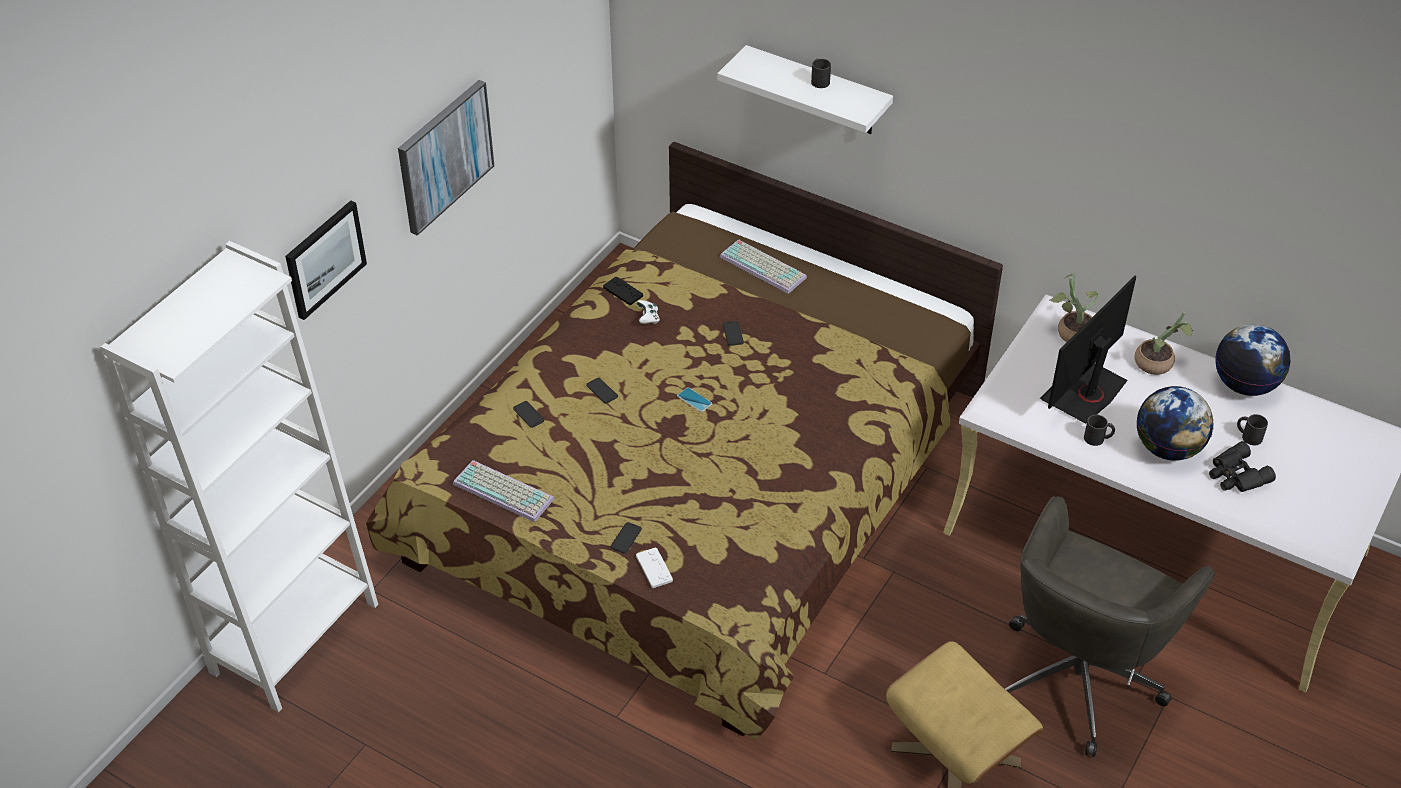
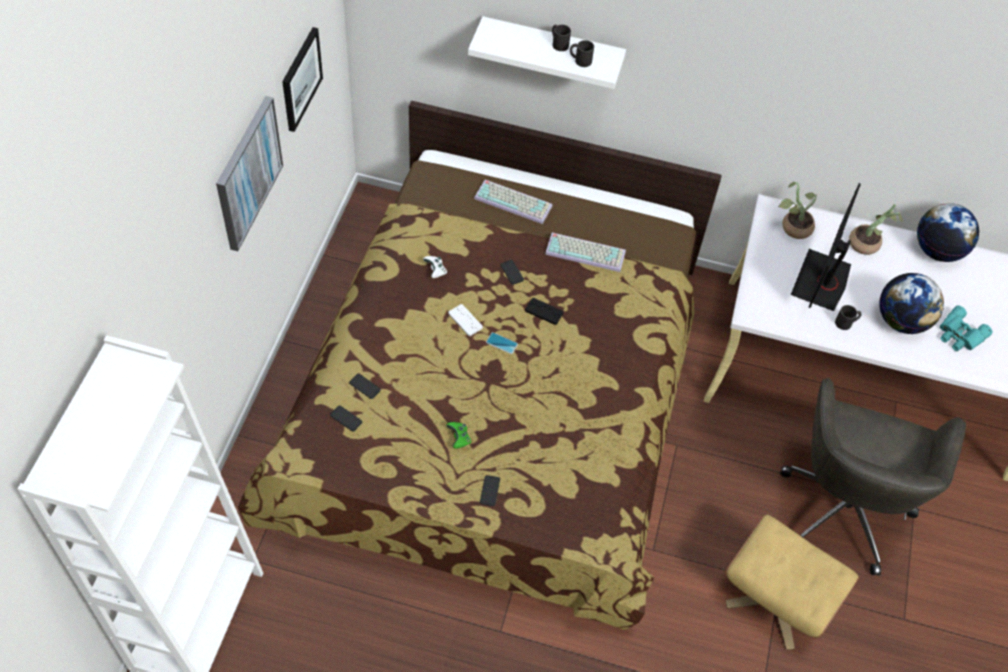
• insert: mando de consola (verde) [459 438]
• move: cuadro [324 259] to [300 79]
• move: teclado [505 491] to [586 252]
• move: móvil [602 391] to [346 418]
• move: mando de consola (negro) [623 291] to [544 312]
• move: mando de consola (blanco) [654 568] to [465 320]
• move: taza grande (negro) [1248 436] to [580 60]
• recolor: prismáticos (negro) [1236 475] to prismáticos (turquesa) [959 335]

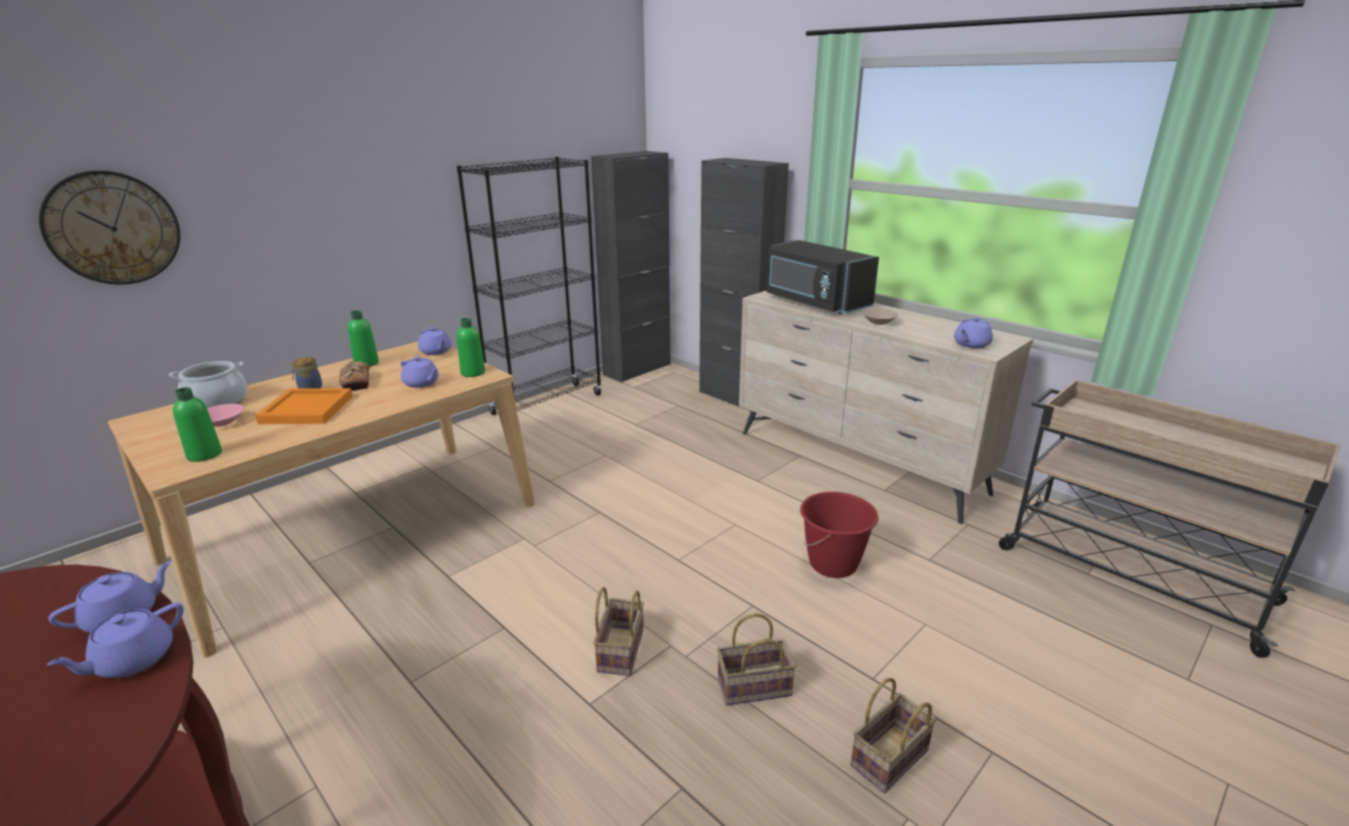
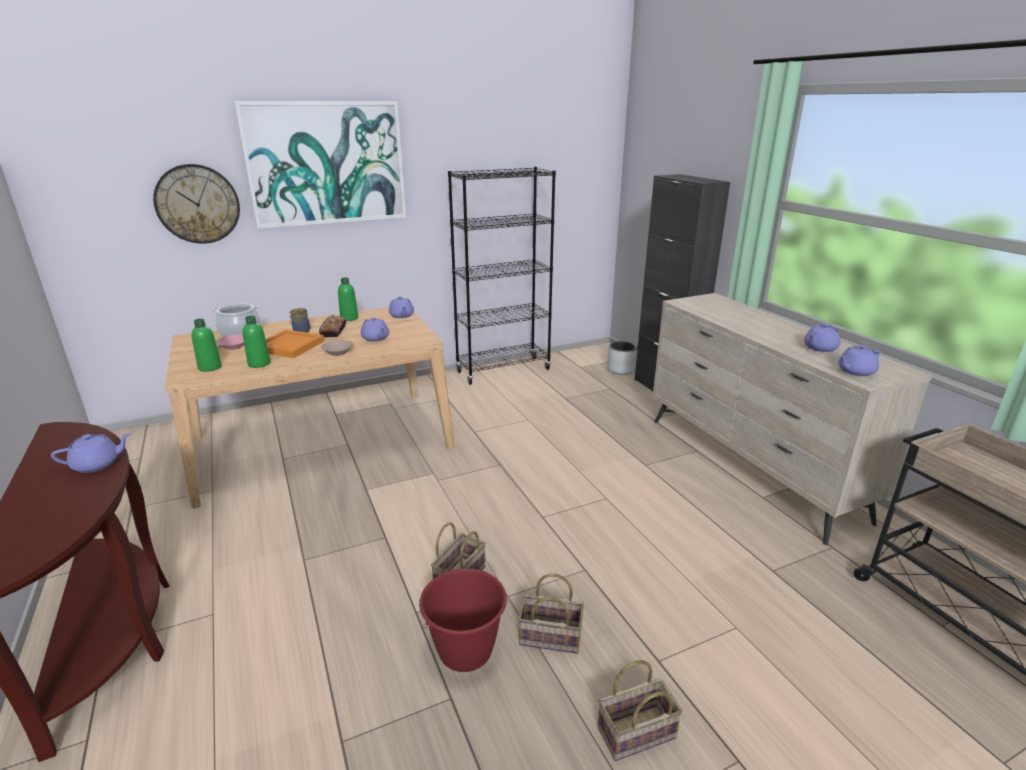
• delete: armario (negro) [637 369]
• delete: microondas (negro) [814 302]
• insert: cuadro [326 163]
• insert: maceta (gris) [621 369]
• move: tetera (morado) [133 661] to [819 348]
• move: botella (verde) [473 373] to [259 364]
• move: cubo (rojo) [833 564] to [465 651]
• move: cuenco (beis) [879 322] to [338 353]

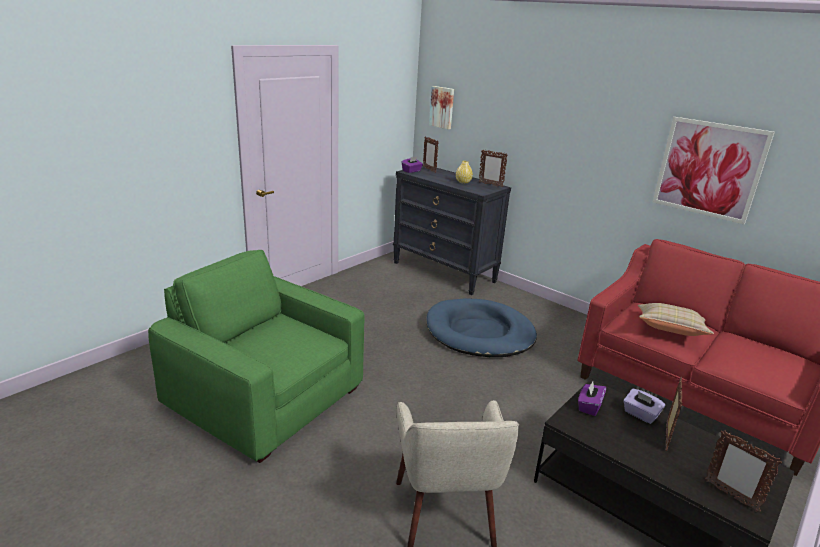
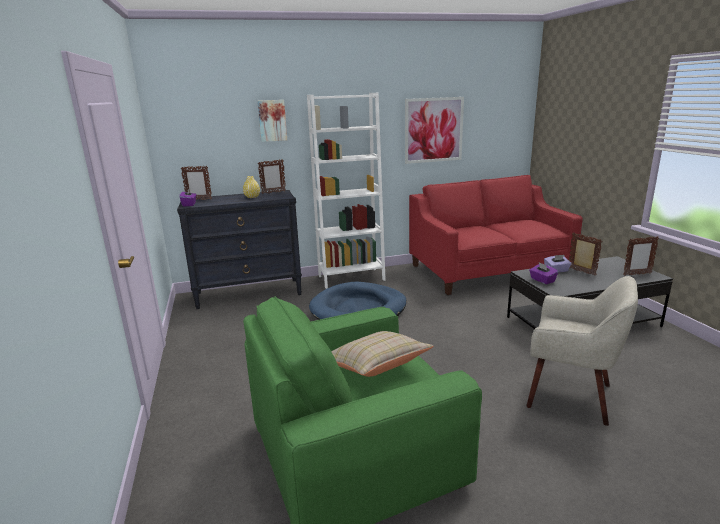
• insert: estantería (blanco) [351 278]
• move: cuadro [442 107] to [272 120]
• move: cojín (beis) [669 330] to [376 367]

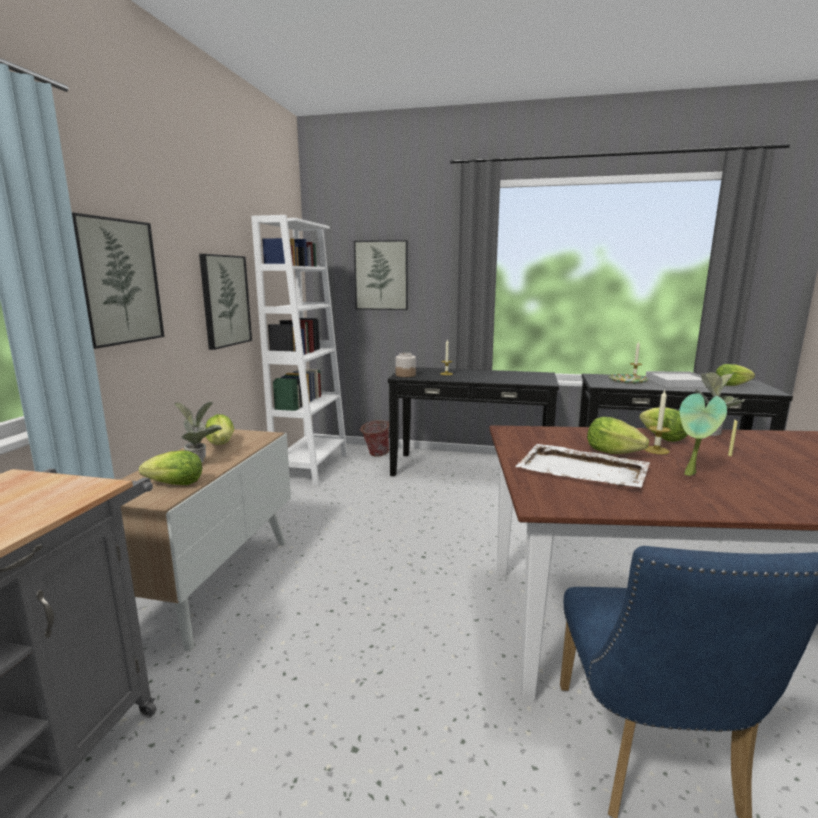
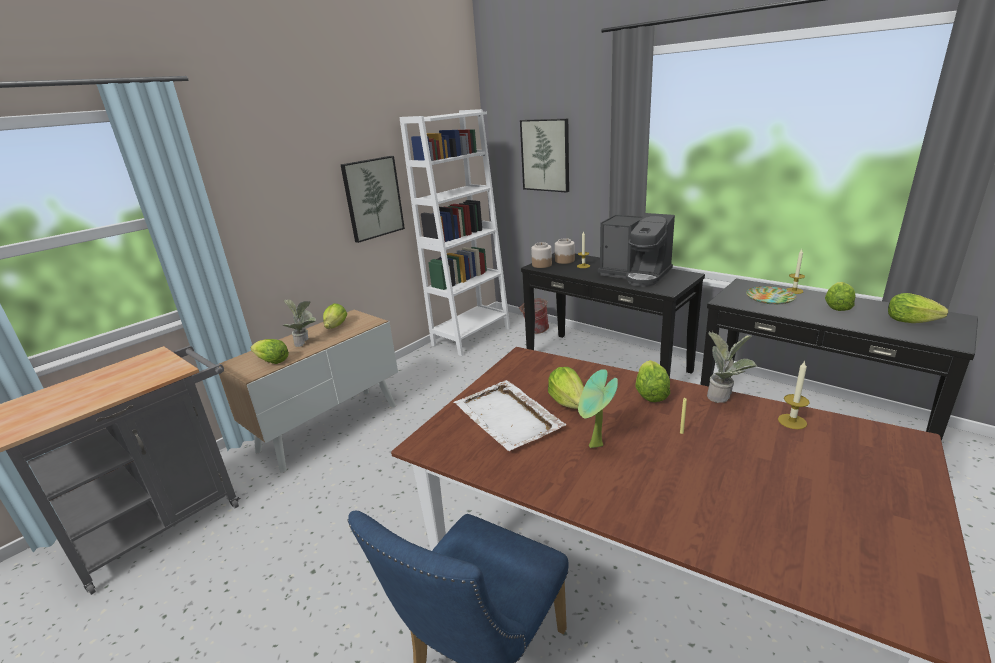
• delete: cuadro [117 282]
• insert: tarro [564 260]
• insert: cafetera [635 275]
• move: vela [656 450] to [792 421]
• replace: bandeja (blanco) [677 382] to lechuga [837 307]

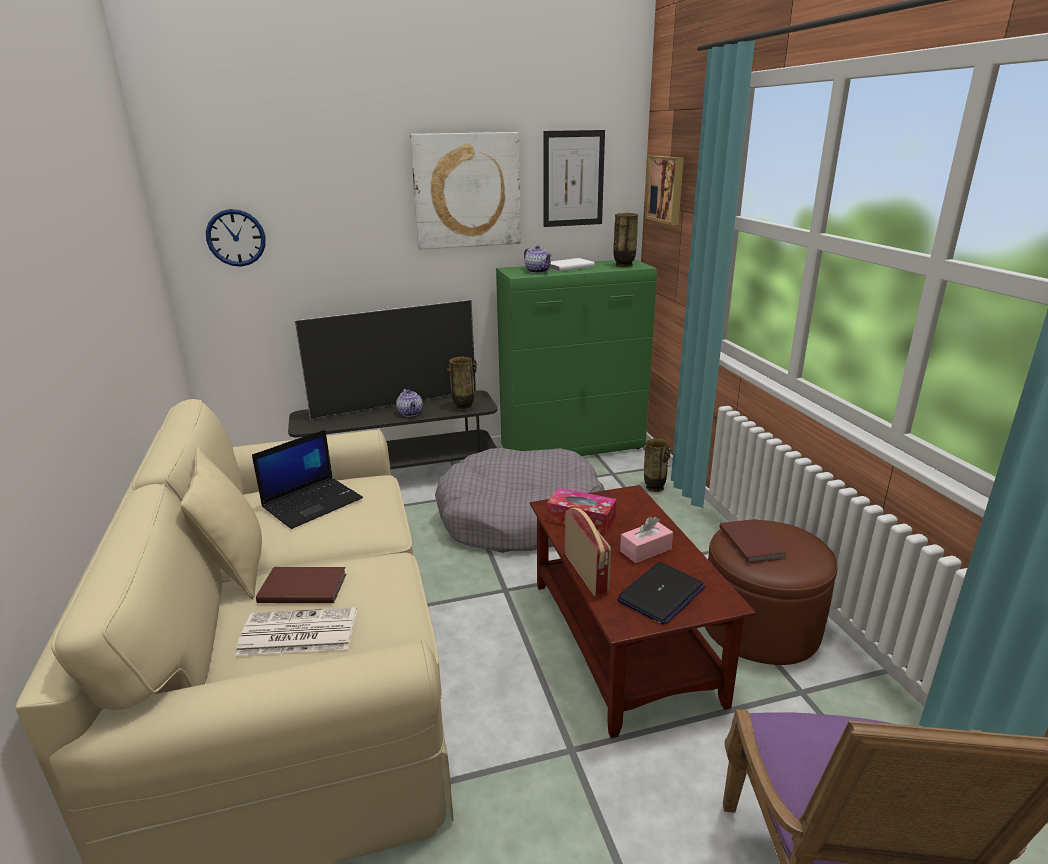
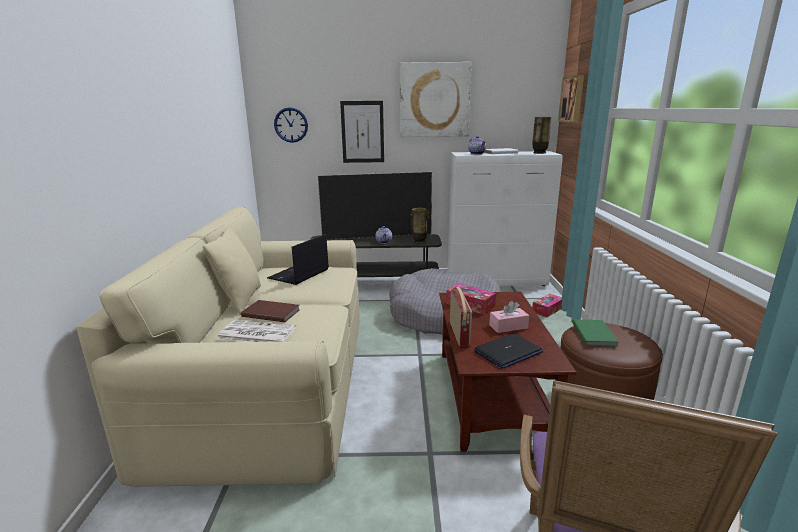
• move: cuadro [573 179] to [362 132]
• replace: florero [654 488] to caja de pañuelos [547 310]
• recolor: armario (verde) [573 448] to armario (blanco) [497 281]
• recolor: libro (marrón) [752 542] to libro (verde) [595 334]
• rotate: portátil [313 502] = [299 274] 150 degrees clockwise

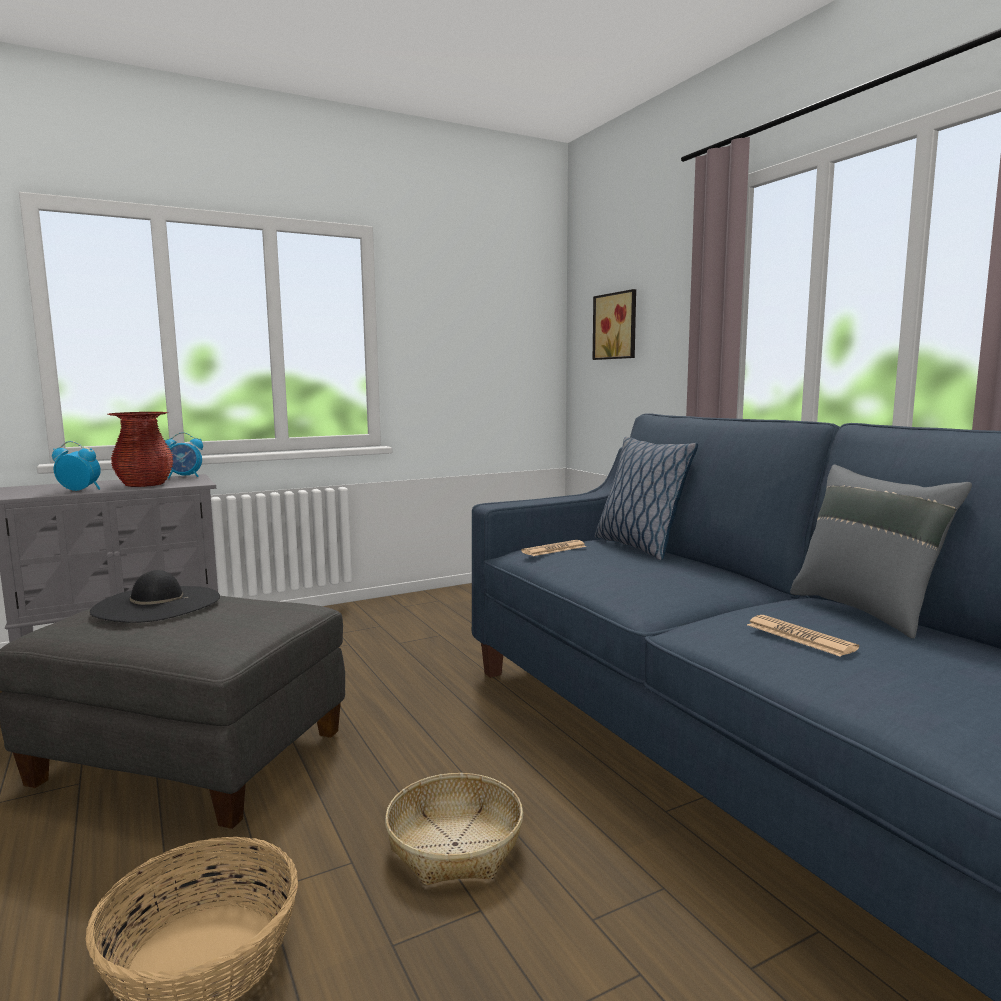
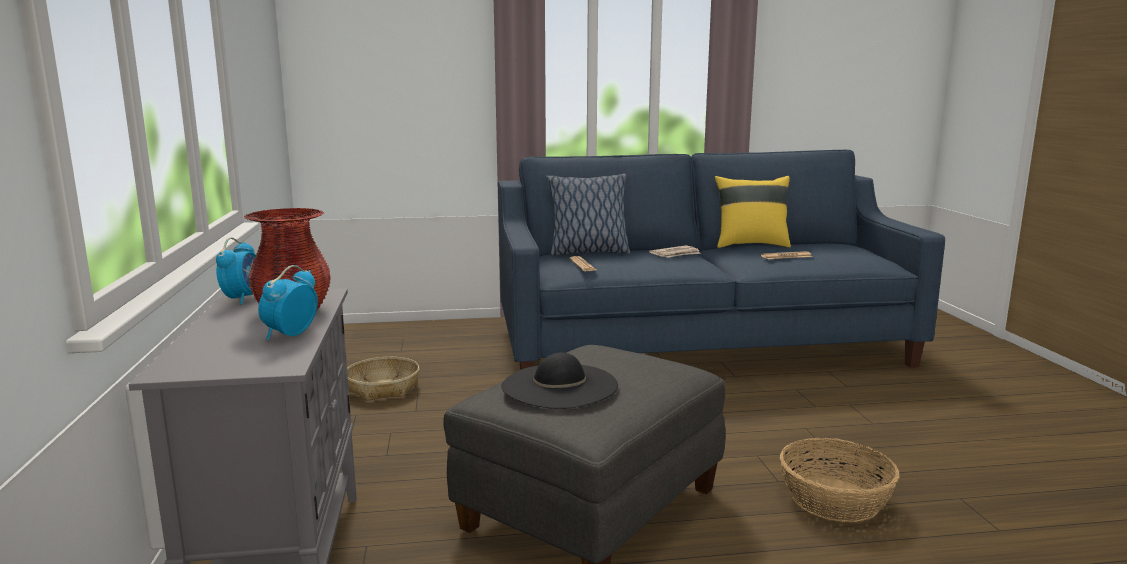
• delete: cuadro [617 326]
• insert: periódico [676 254]
• move: cesta [455 845] to [383 388]
• recolor: cojín (gris) [866 611] to cojín (amarillo) [750 245]

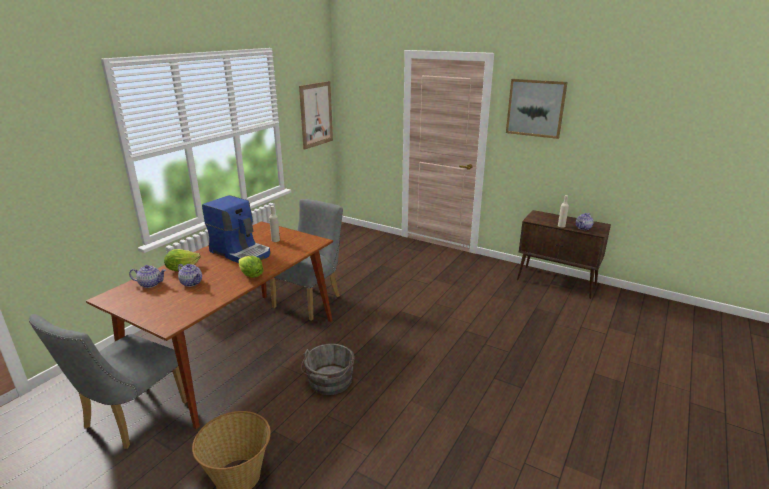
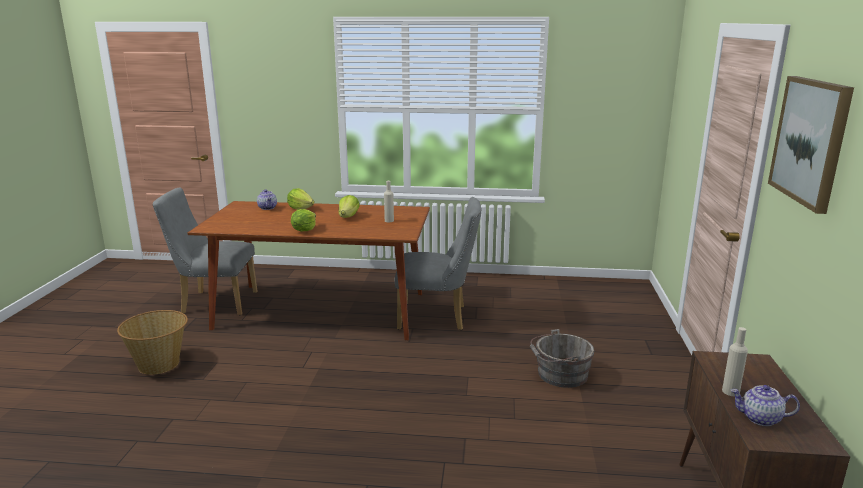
• delete: tetera [192 283]
• delete: cuadro [316 114]
• move: cubo (gris) [329 382] to [559 374]
• replace: cafetera [241 252] to lechuga [348 216]

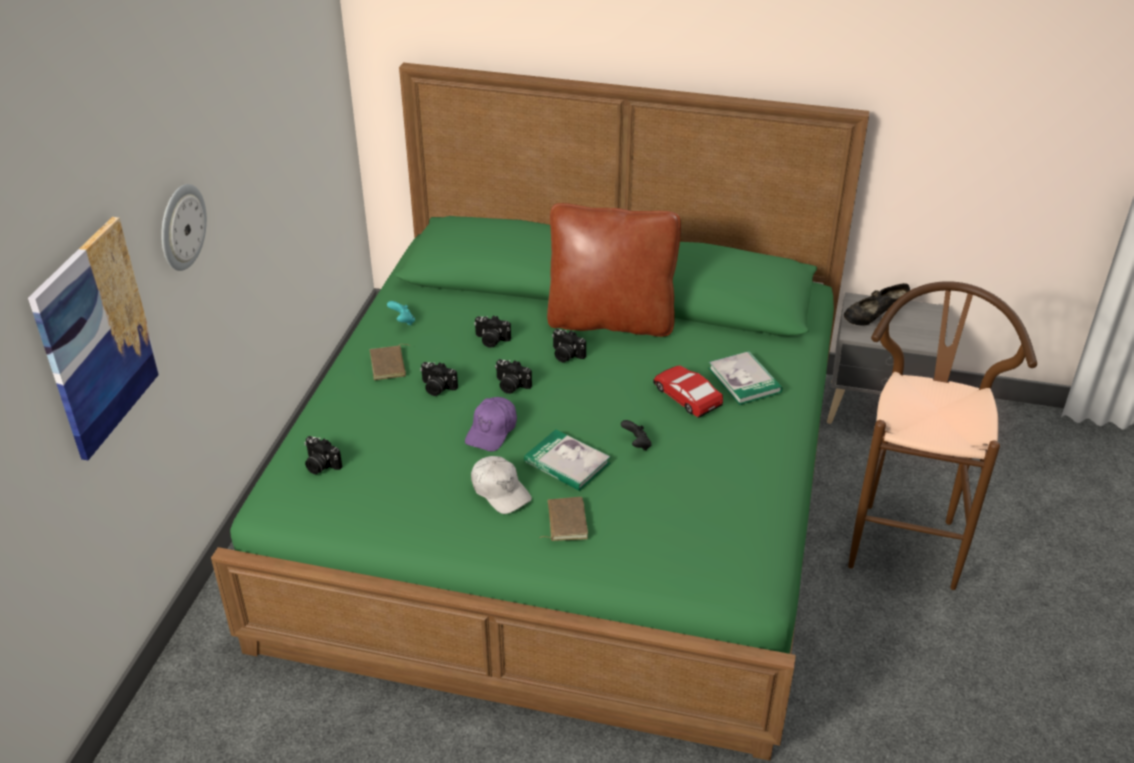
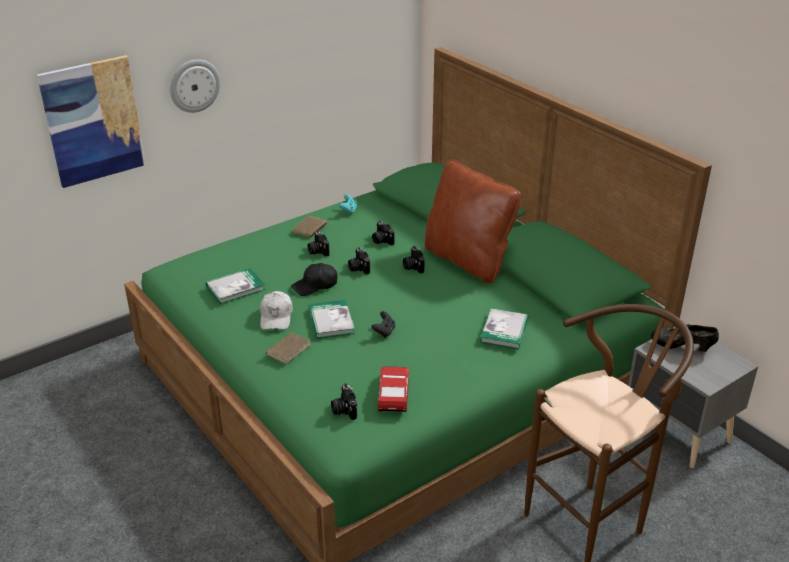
• insert: libro [235 288]
• move: cámara [320 465] to [343 410]
• move: coche de juguete [686 396] to [393 393]
• recolor: gorra (morado) [492 431] to gorra (negro) [315 285]

